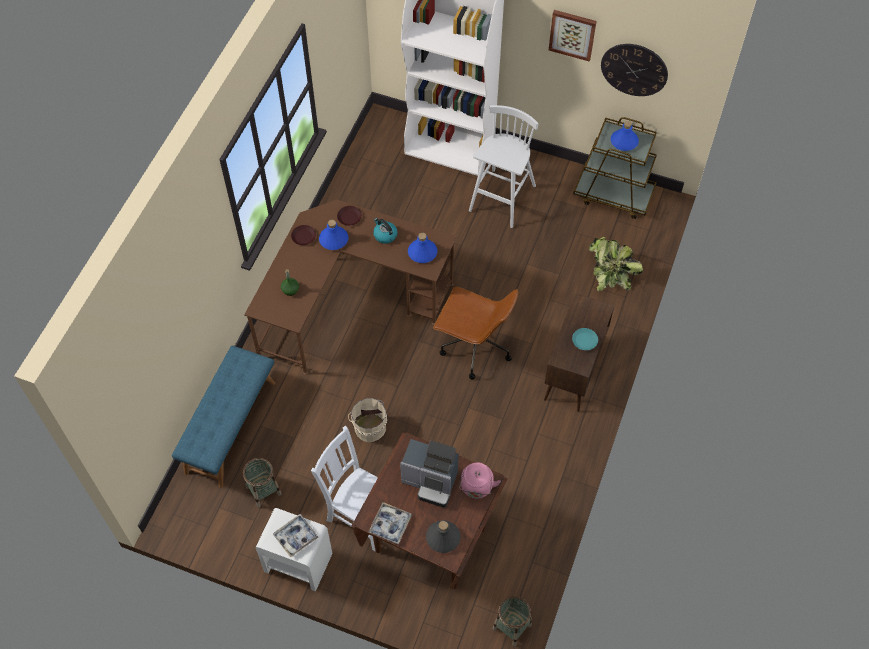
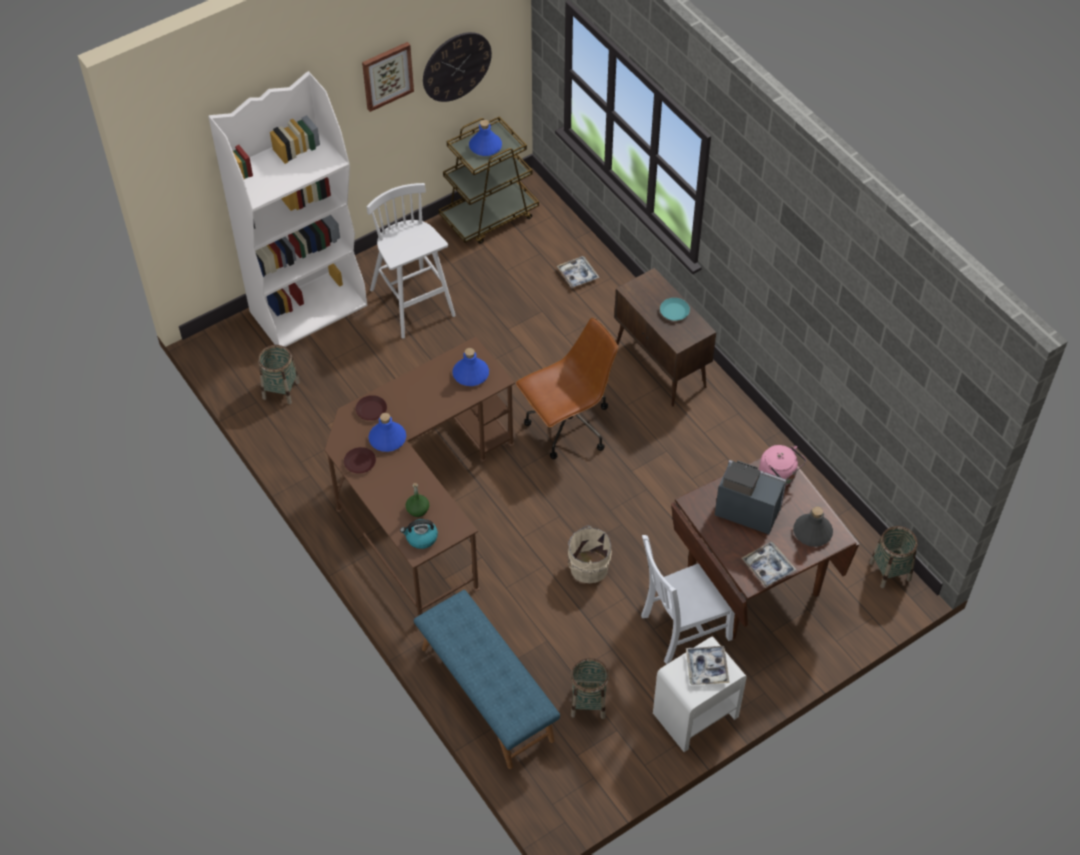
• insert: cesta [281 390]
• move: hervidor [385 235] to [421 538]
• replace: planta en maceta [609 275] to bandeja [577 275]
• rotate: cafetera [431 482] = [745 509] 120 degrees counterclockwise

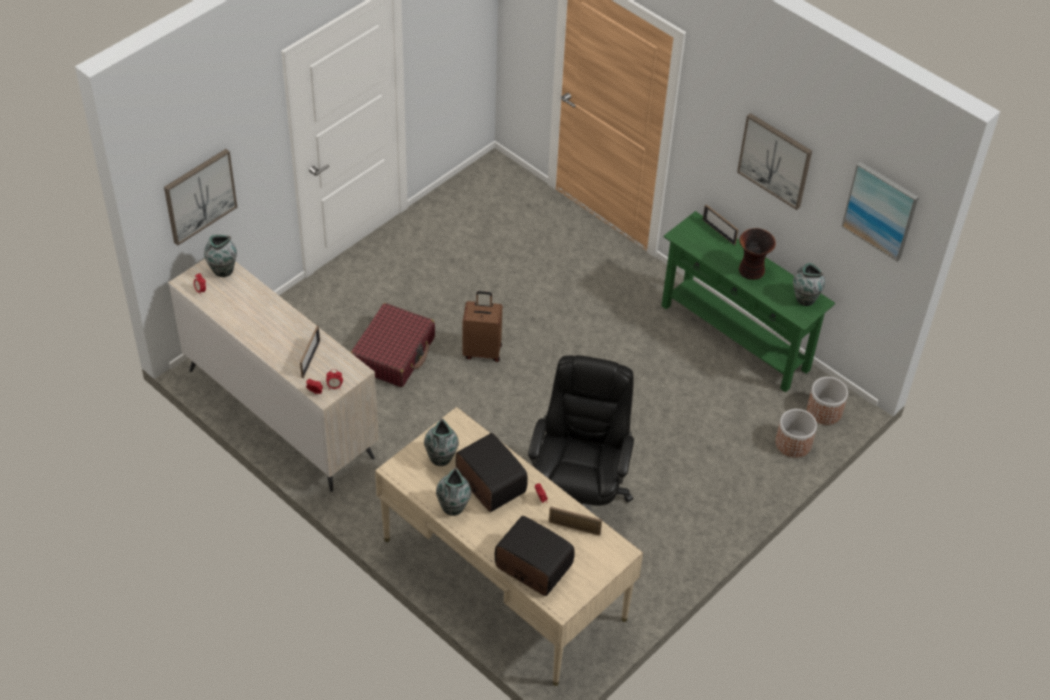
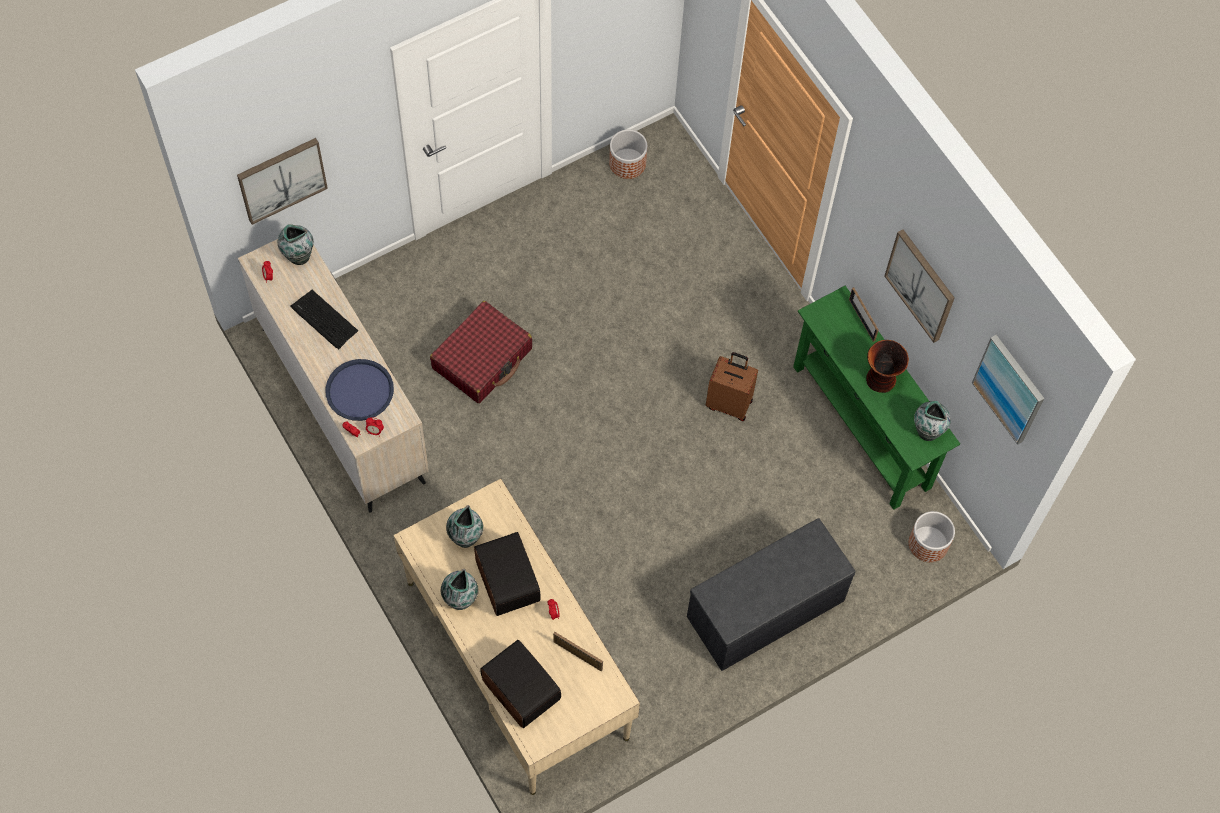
• delete: silla de oficina (negro) [578 495]
• insert: teclado [324 320]
• insert: banco (gris) [765 610]
• move: maleta (marrón) [482 351] to [729 403]
• move: maceta [793 443] to [627 164]
• replace: portarretratos [310 359] to bandeja (azul) [359 390]

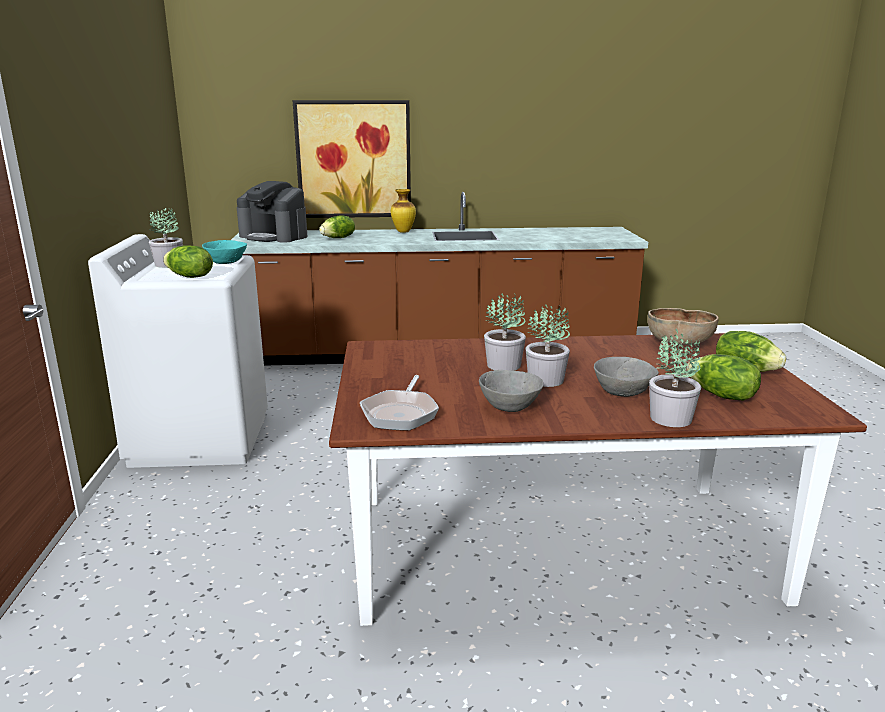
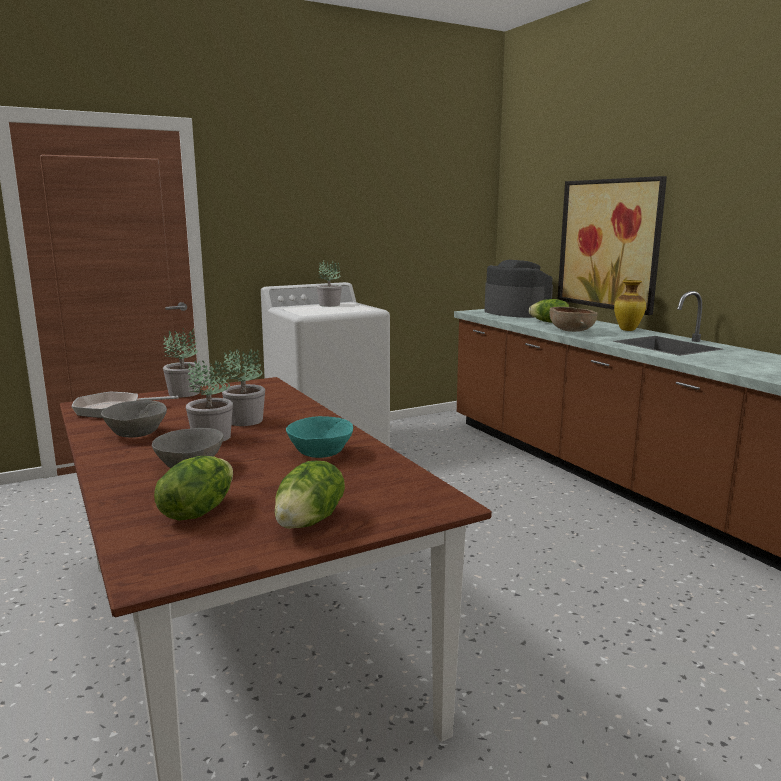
• delete: lechuga [189 277]
• move: cuenco (turquesa) [226 262] to [319 453]
• move: cuenco (marrón) [679 343] to [571 331]
• move: planta en maceta [669 418] to [184 393]
• rotate: cafetera [274 236] = [516 312] 135 degrees clockwise

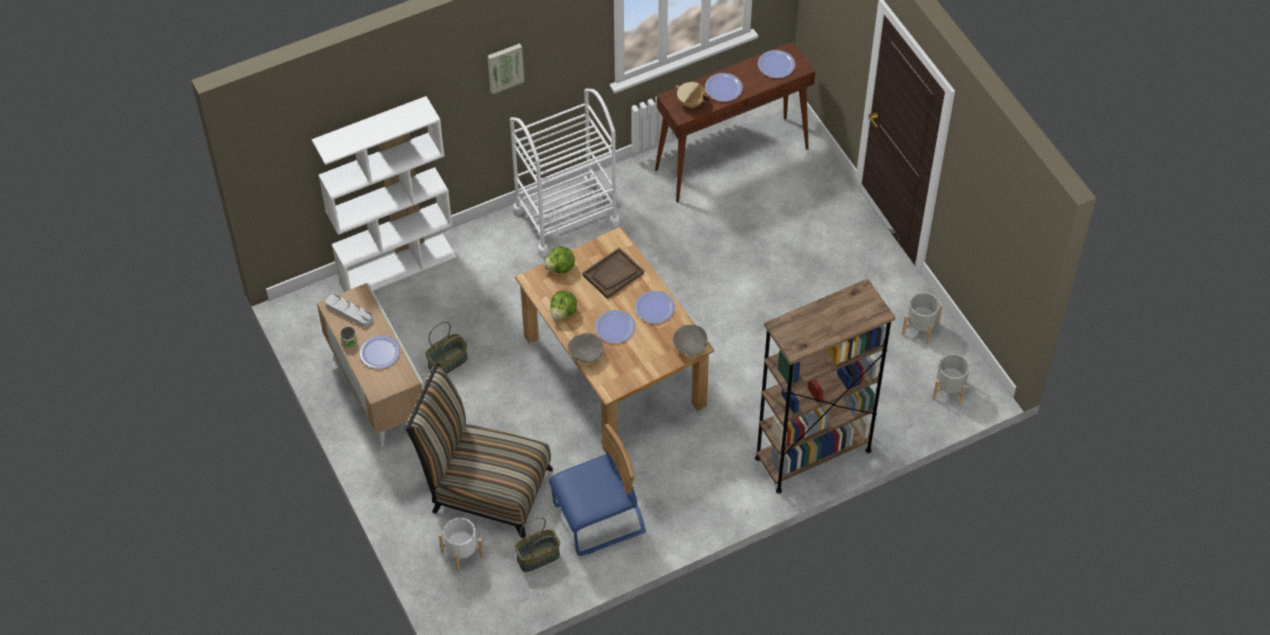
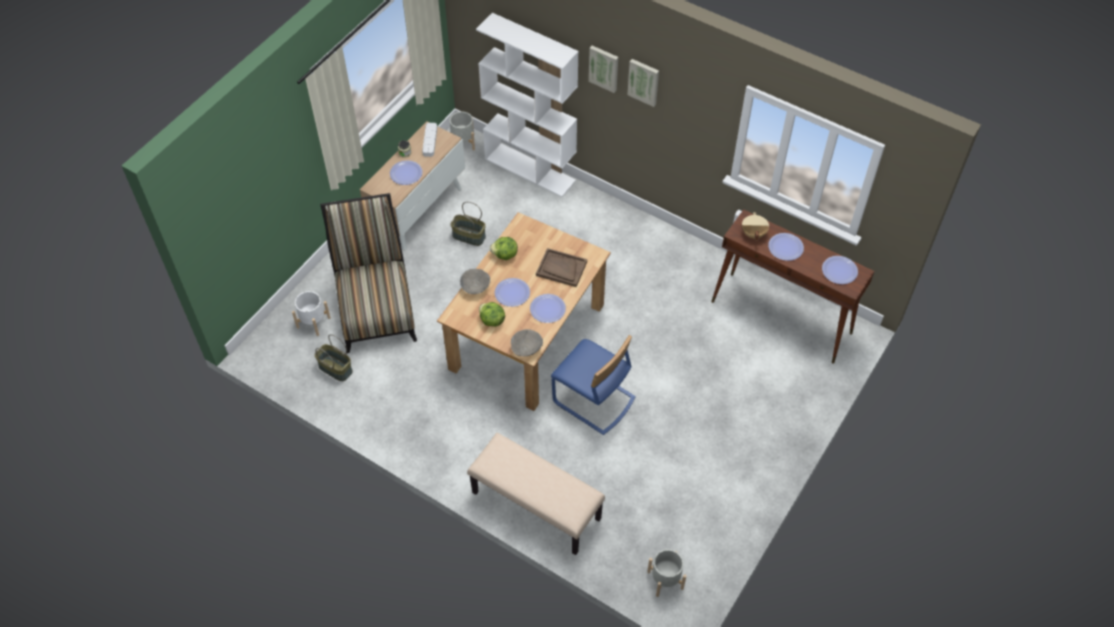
• delete: carrito (blanco) [566 217]
• insert: cuadro [604 68]
• move: lechuga [560 268] to [491 320]
• move: silla (azul) [600 520] to [593 400]
• move: maceta (gris) [920 328] to [463 142]
• replace: estantería (marrón) [813 454] to banco (beis) [535 506]

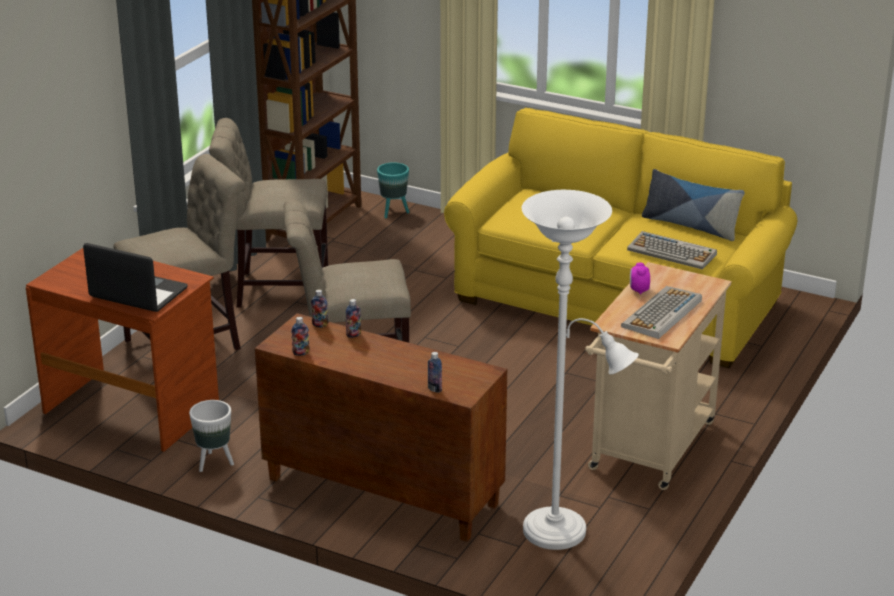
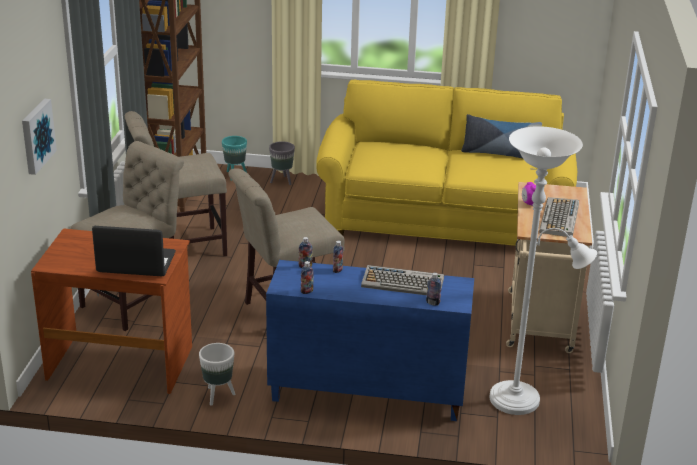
• insert: cuadro [36 135]
• insert: maceta (gris) [282 181]
• move: teclado [672 252] to [403 282]
• recolor: armario (marrón) [380 492] to armario (azul) [365 394]

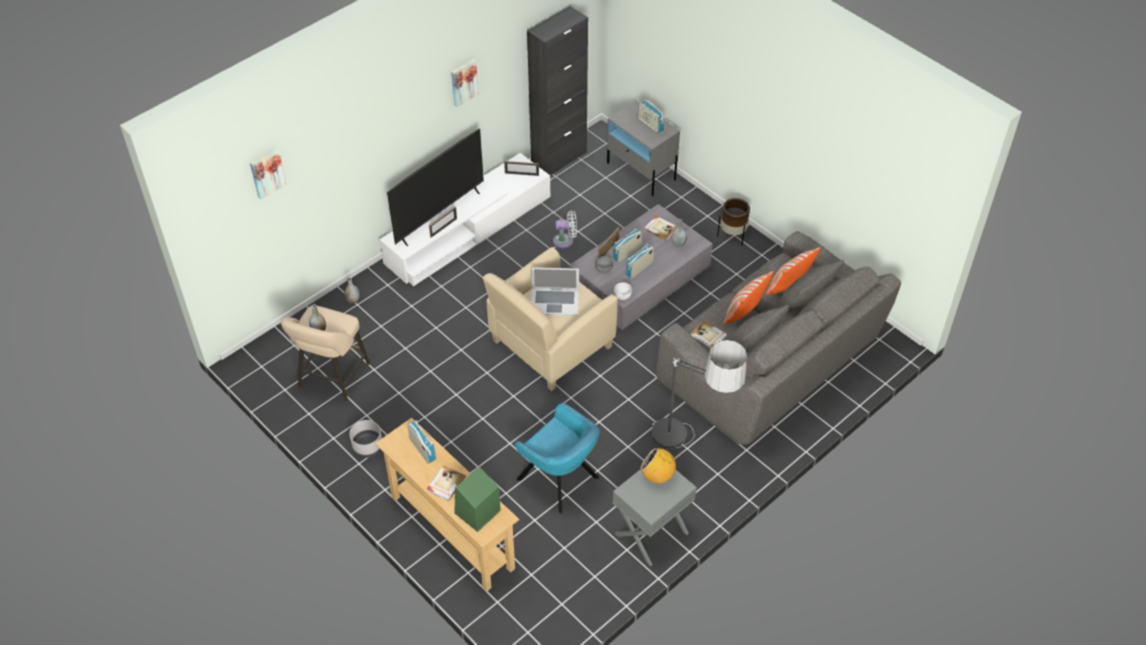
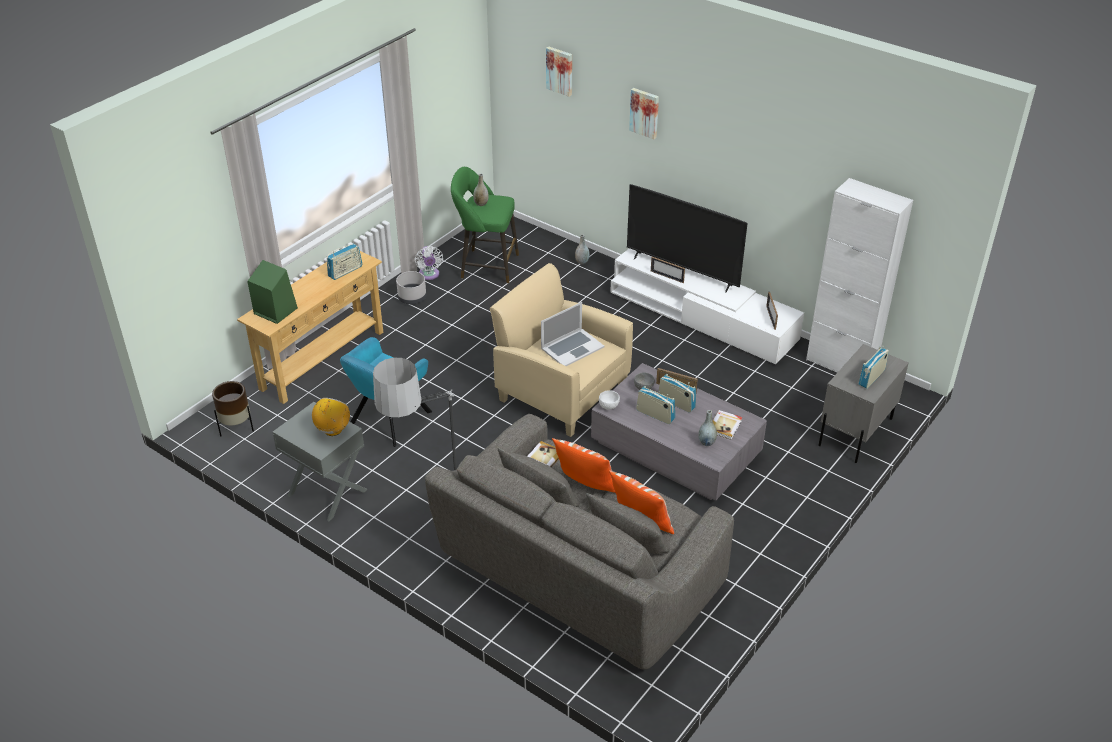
• delete: libro [445 484]
• move: cuadro [463 82] to [645 112]
• move: ventilador (blanco) [565 241] to [429 275]
• move: maceta (marrón) [733 235] to [237 427]
• recolor: taburete (beis) [332 378] to taburete (verde) [486 266]
• recolor: armario (negro) [559 159] to armario (blanco) [840 365]
• rotate: portátil [554 301] = [572 347] 120 degrees counterclockwise

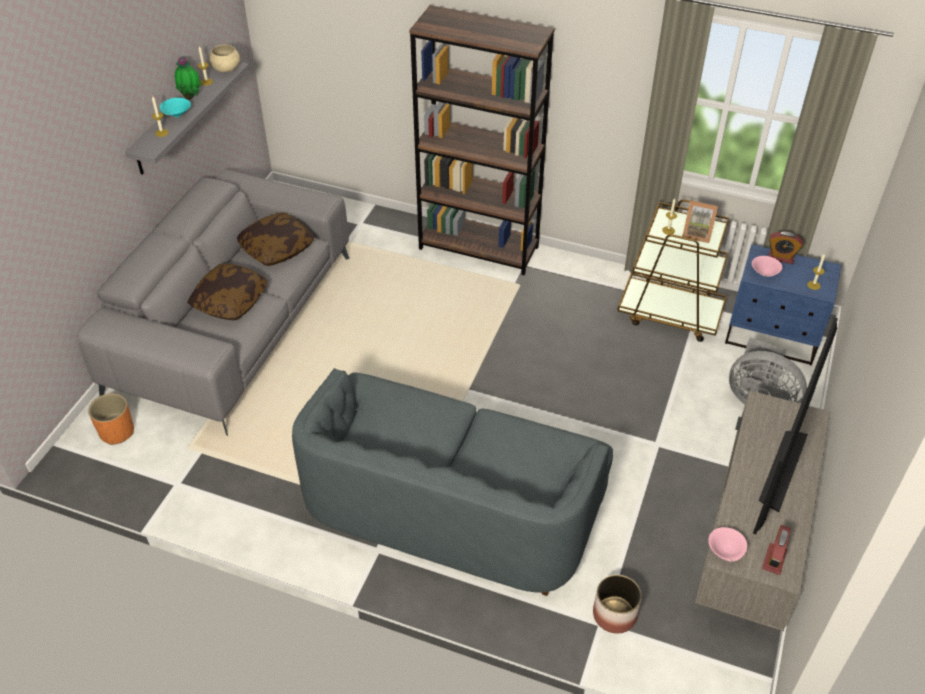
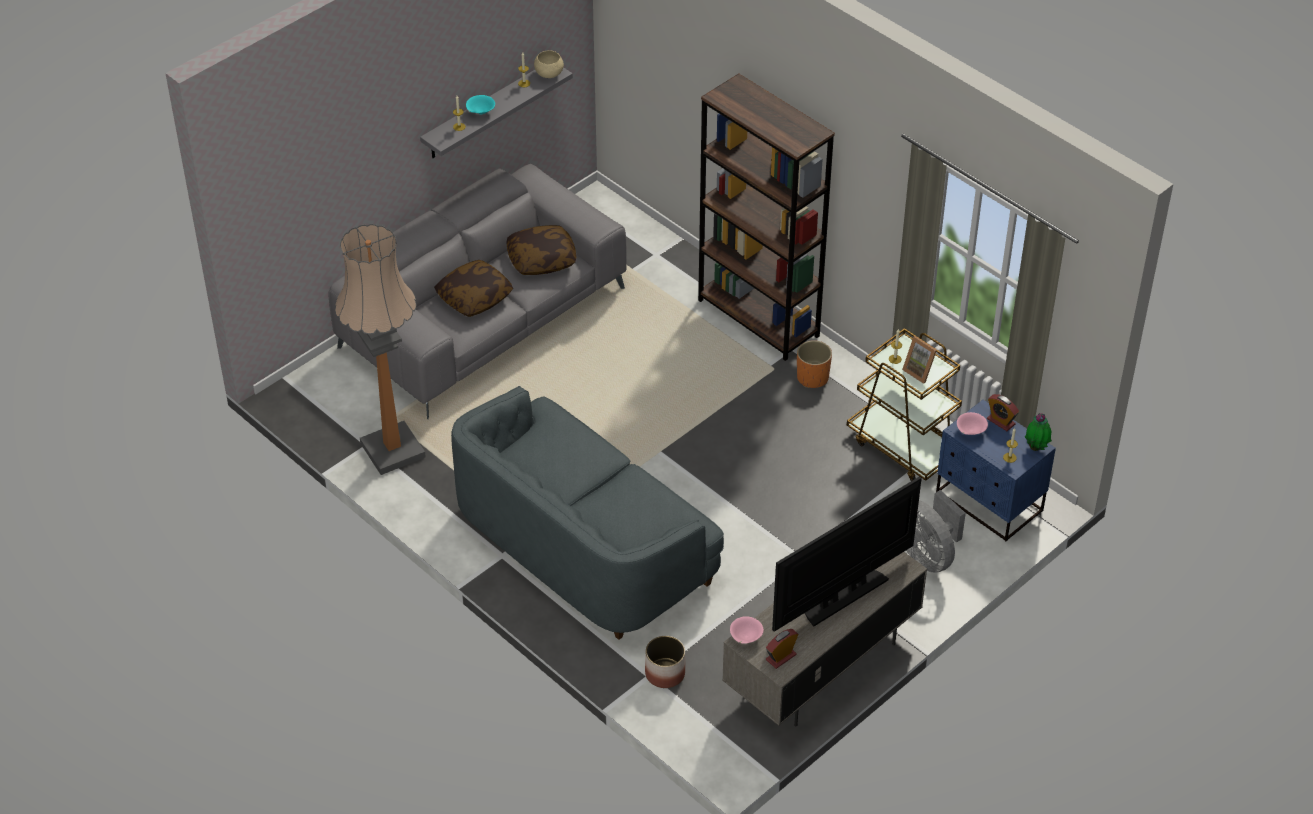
• insert: lámpara de pie [393 450]
• move: maceta (naranja) [117 432] to [813 378]
• move: planta en maceta [191 97] to [1036 447]

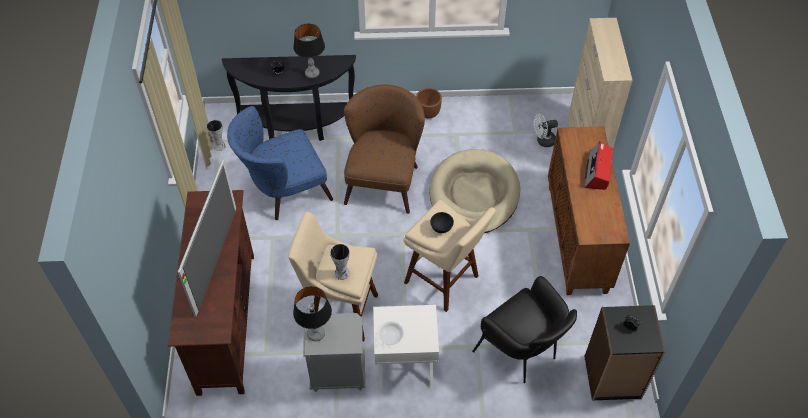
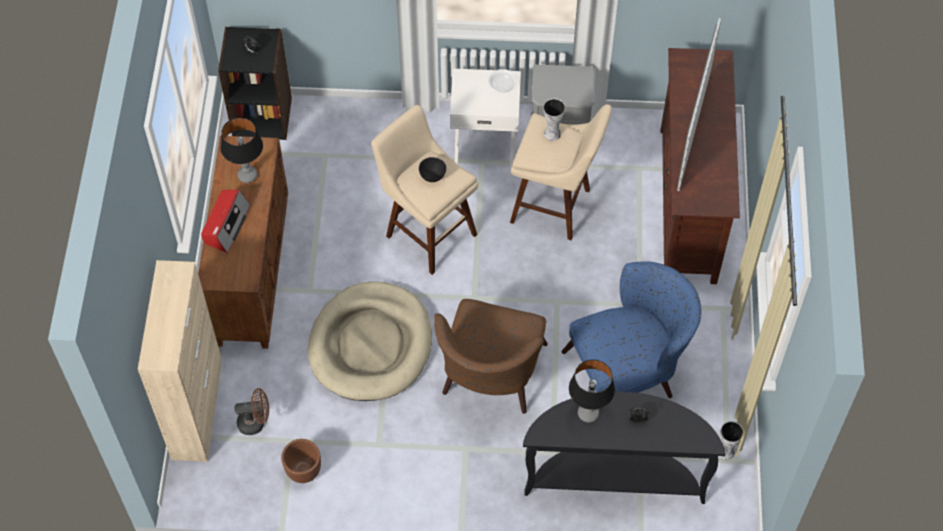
• delete: sillón (negro) [522 352]
• move: lámpara de mesa [316 334] to [247 175]
• move: maceta (marrón) [428 113] to [304 470]
• recolor: ventilador (blanco) [543 141] to ventilador (marrón) [255 422]

